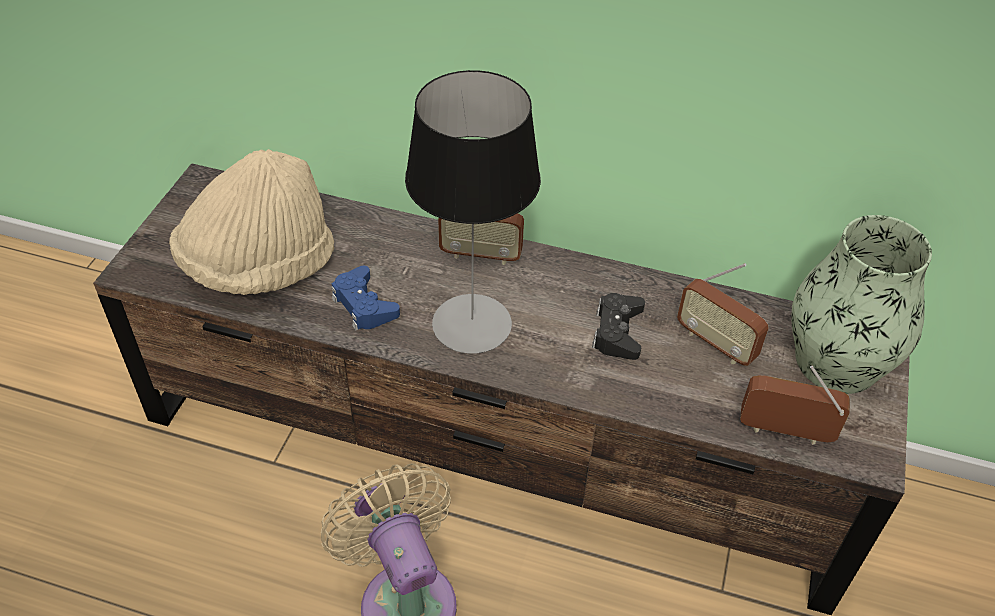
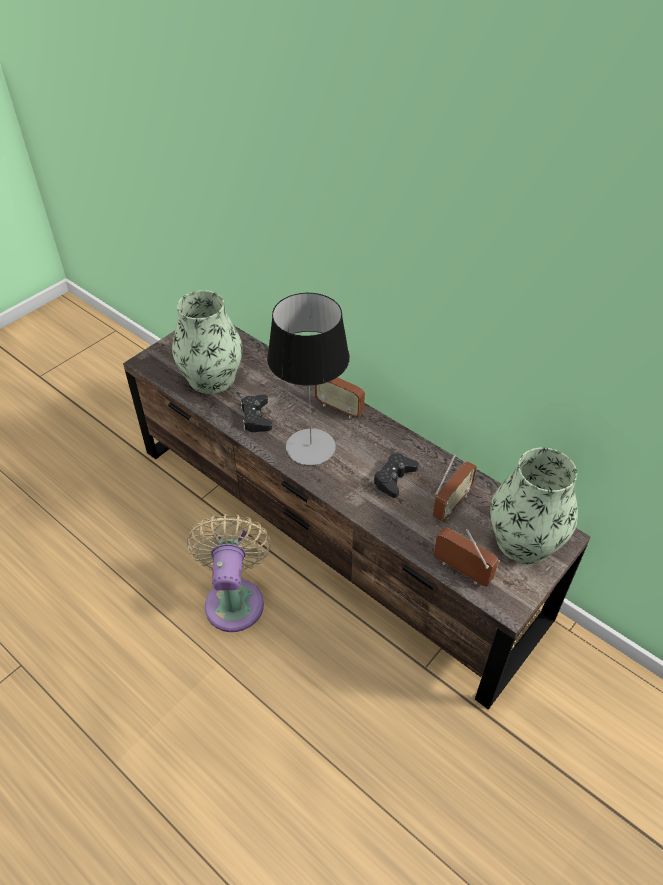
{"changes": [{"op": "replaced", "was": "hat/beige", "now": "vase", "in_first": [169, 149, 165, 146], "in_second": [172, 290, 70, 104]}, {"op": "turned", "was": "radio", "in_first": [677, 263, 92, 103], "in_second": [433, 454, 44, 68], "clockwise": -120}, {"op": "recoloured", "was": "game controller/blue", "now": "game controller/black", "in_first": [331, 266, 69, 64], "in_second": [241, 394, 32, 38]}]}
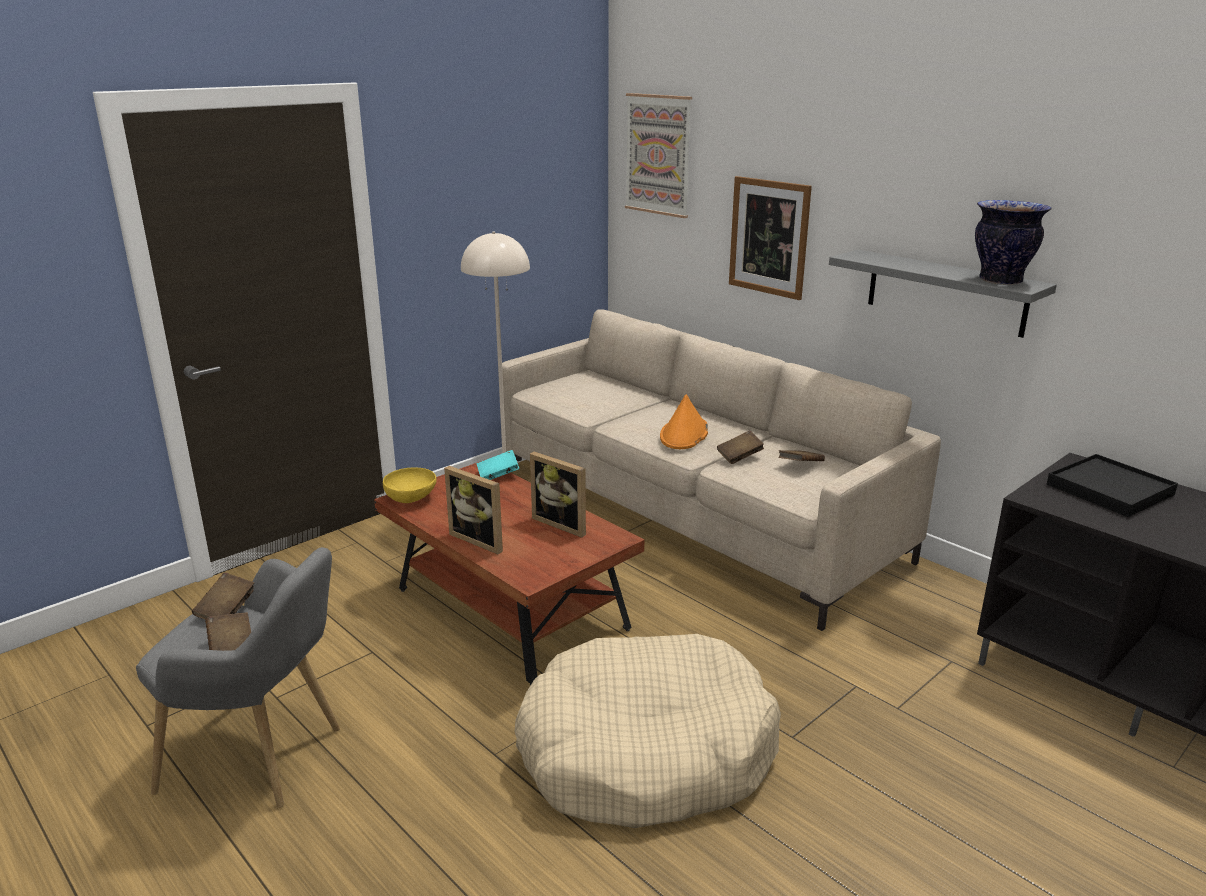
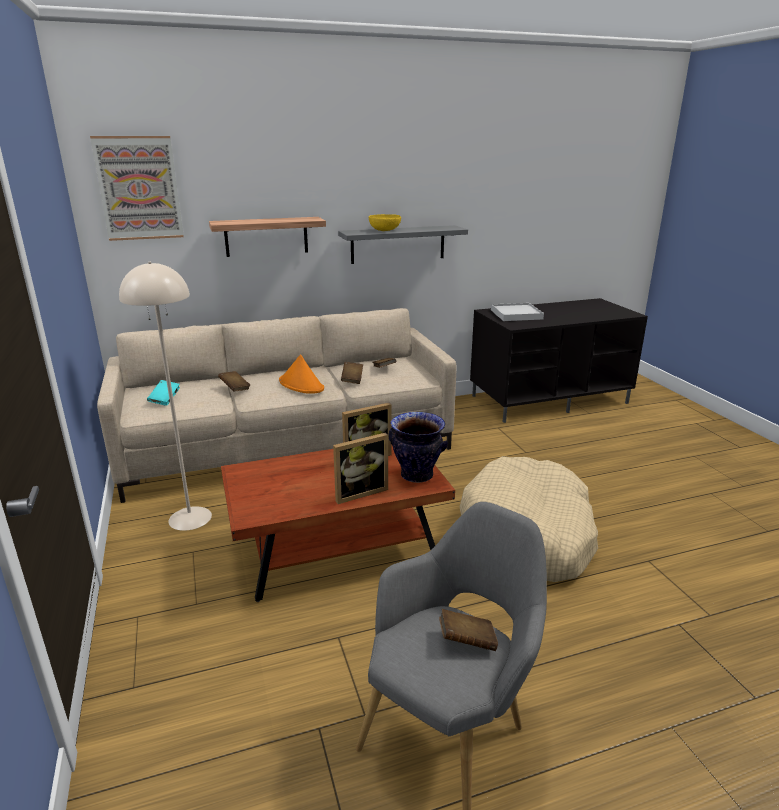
{"changes": [{"op": "replaced", "was": "picture", "now": "shelf", "in_first": [729, 176, 83, 124], "in_second": [209, 217, 117, 40]}, {"op": "moved", "was": "vase", "in_first": [975, 200, 77, 85], "in_second": [389, 412, 59, 71]}, {"op": "moved", "was": "book/turquoise", "in_first": [477, 450, 42, 30], "in_second": [147, 380, 33, 26]}, {"op": "recoloured", "was": "tray/black", "now": "tray/white", "in_first": [1047, 454, 131, 63], "in_second": [491, 303, 53, 18]}, {"op": "moved", "was": "bowl/yellow", "in_first": [383, 468, 54, 35], "in_second": [369, 214, 32, 17]}, {"op": "moved", "was": "book/brown", "in_first": [192, 573, 62, 47], "in_second": [218, 371, 32, 20]}]}
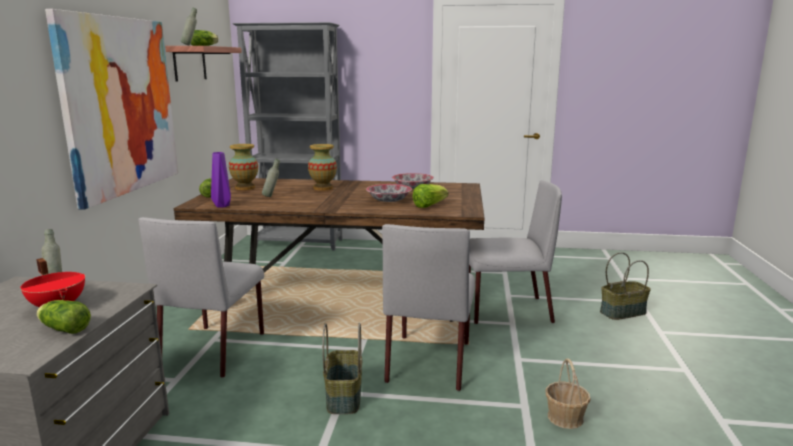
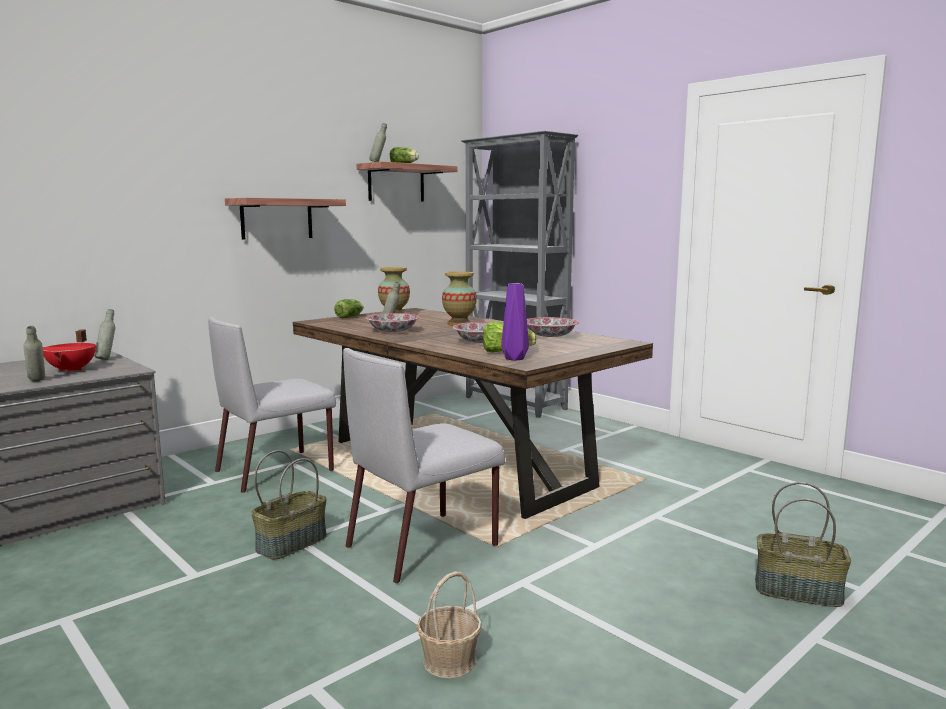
{"changes": [{"op": "replaced", "was": "picture", "now": "shelf", "in_first": [45, 9, 133, 201], "in_second": [225, 198, 121, 42]}, {"op": "moved", "was": "vase/purple", "in_first": [211, 152, 20, 55], "in_second": [501, 283, 28, 78]}, {"op": "removed", "was": "chair/grey", "in_first": [469, 180, 93, 144]}, {"op": "replaced", "was": "lettuce", "now": "bottle/grey", "in_first": [37, 300, 54, 34], "in_second": [23, 326, 22, 55]}, {"op": "added", "now": "bowl", "in_second": [366, 313, 54, 19]}]}
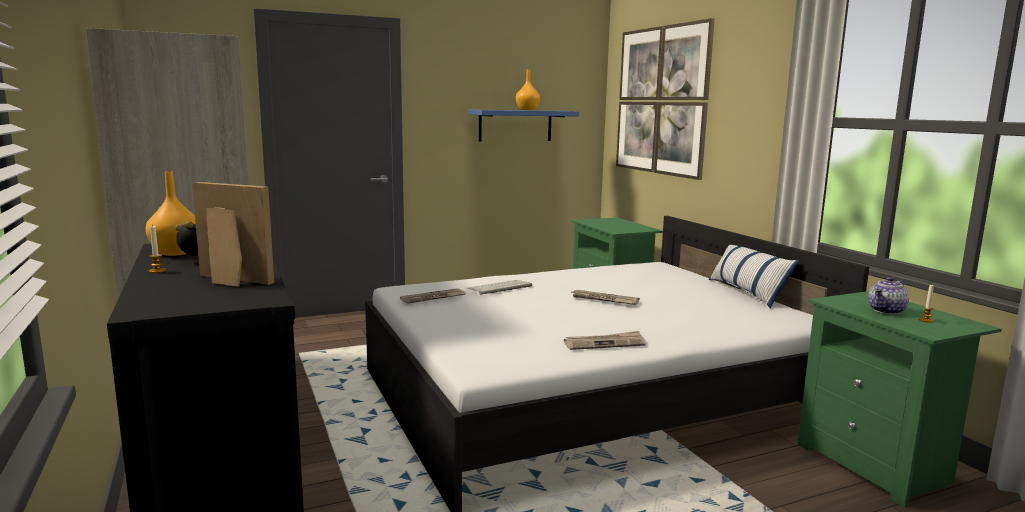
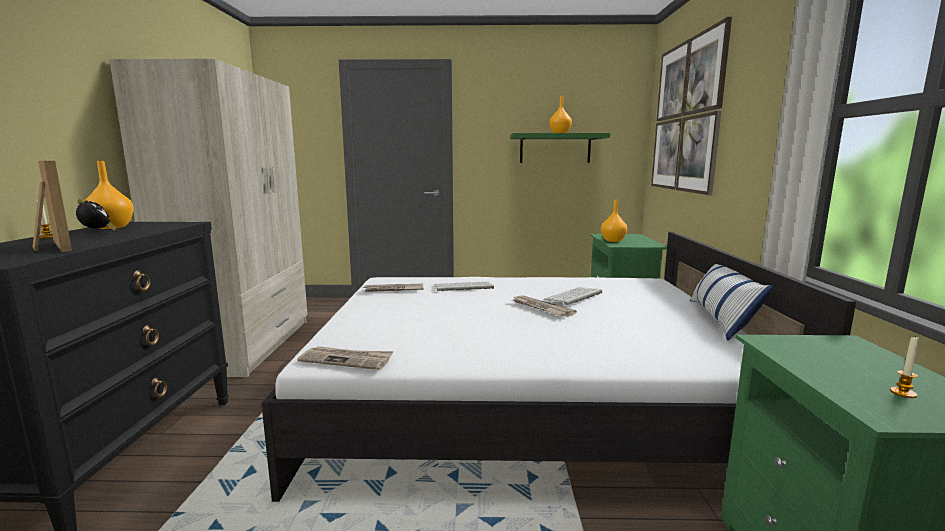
{"changes": [{"op": "recoloured", "was": "shelf/blue", "now": "shelf/green", "in_first": [468, 109, 111, 33], "in_second": [510, 133, 100, 30]}, {"op": "removed", "was": "teapot", "in_first": [868, 277, 41, 38]}, {"op": "moved", "was": "newspaper", "in_first": [564, 331, 81, 19], "in_second": [297, 346, 97, 24]}, {"op": "added", "now": "vase/orange", "in_second": [601, 199, 26, 43]}, {"op": "added", "now": "keyboard", "in_second": [544, 287, 58, 18]}]}
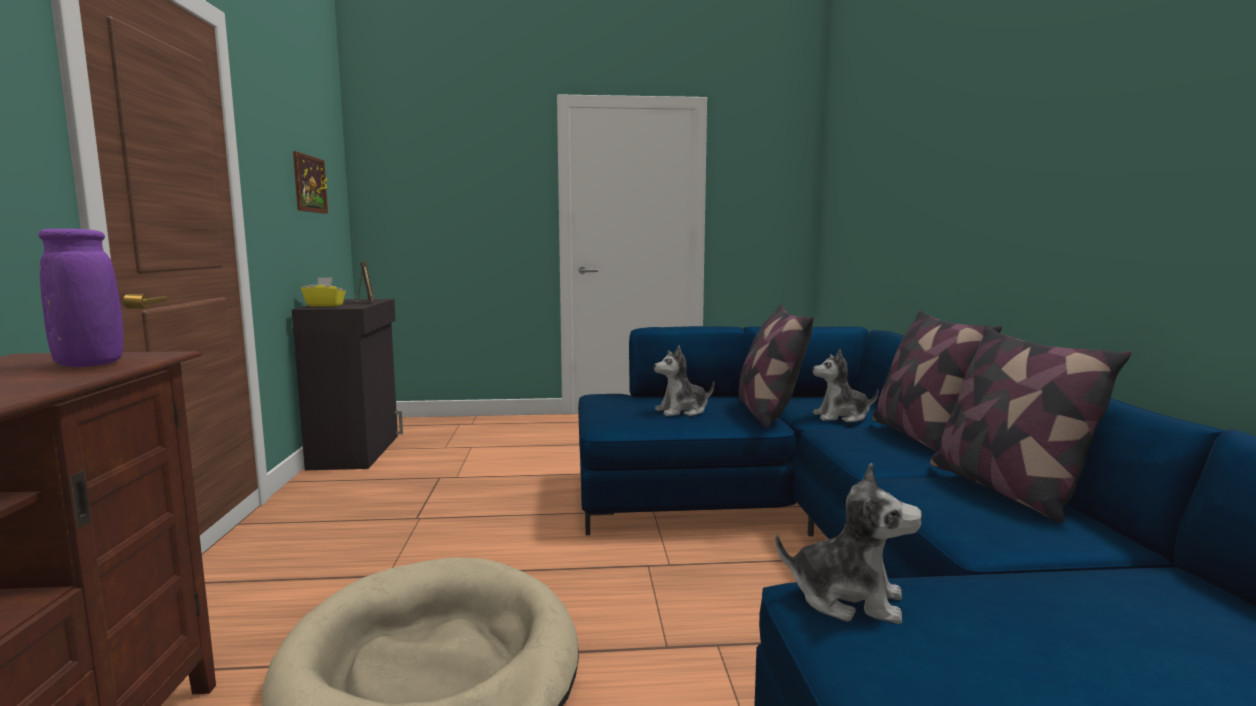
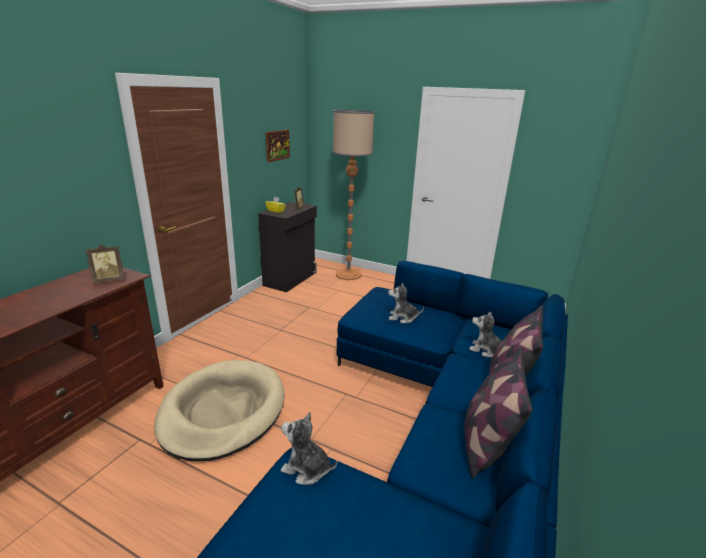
{"changes": [{"op": "replaced", "was": "vase/purple", "now": "picture frame", "in_first": [38, 229, 86, 138], "in_second": [86, 244, 39, 40]}, {"op": "removed", "was": "pillow", "in_first": [739, 304, 75, 124]}, {"op": "turned", "was": "plush toy", "in_first": [775, 463, 148, 161], "in_second": [281, 412, 56, 73], "clockwise": 150}, {"op": "added", "now": "floor lamp", "in_second": [333, 110, 42, 170]}]}
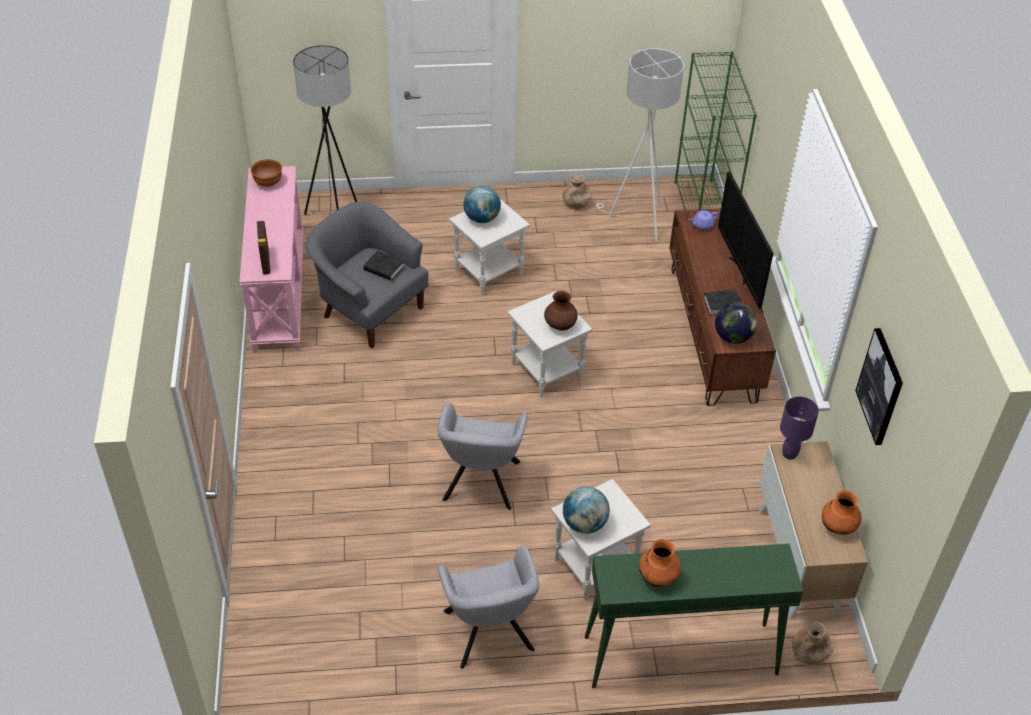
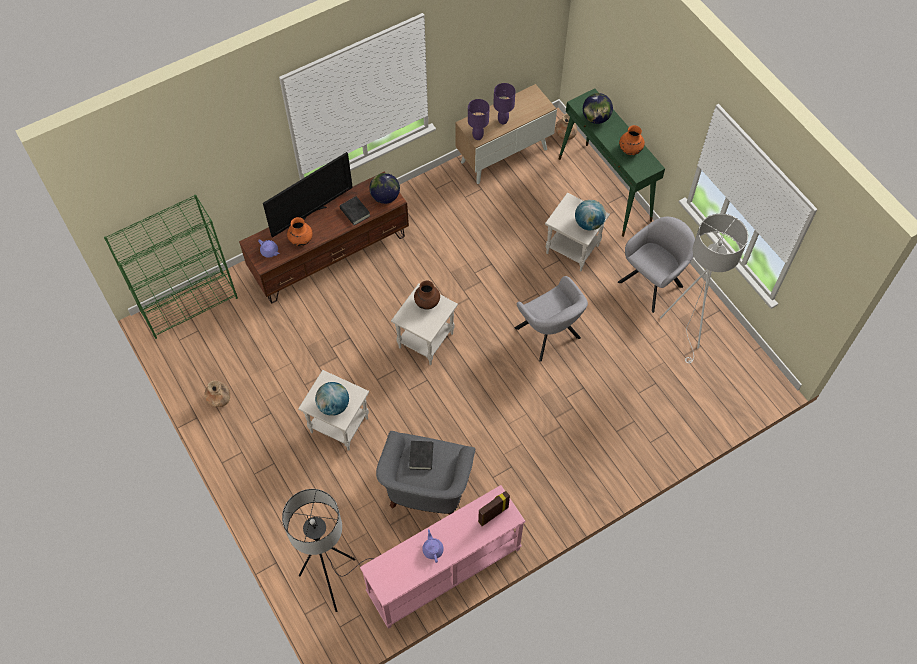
{"changes": [{"op": "moved", "was": "floor lamp/white", "in_first": [596, 48, 88, 193], "in_second": [660, 213, 88, 150]}, {"op": "removed", "was": "bowl/brown", "in_first": [250, 159, 32, 28]}, {"op": "removed", "was": "picture", "in_first": [855, 328, 48, 117]}, {"op": "turned", "was": "armchair/grey", "in_first": [438, 403, 89, 107], "in_second": [515, 276, 73, 86], "clockwise": 75}, {"op": "moved", "was": "vase/orange", "in_first": [822, 490, 40, 44], "in_second": [287, 217, 26, 29]}, {"op": "added", "now": "table lamp/purple", "in_second": [493, 83, 23, 41]}, {"op": "added", "now": "globe", "in_second": [583, 93, 30, 31]}, {"op": "added", "now": "teapot/purple", "in_second": [422, 529, 22, 34]}]}
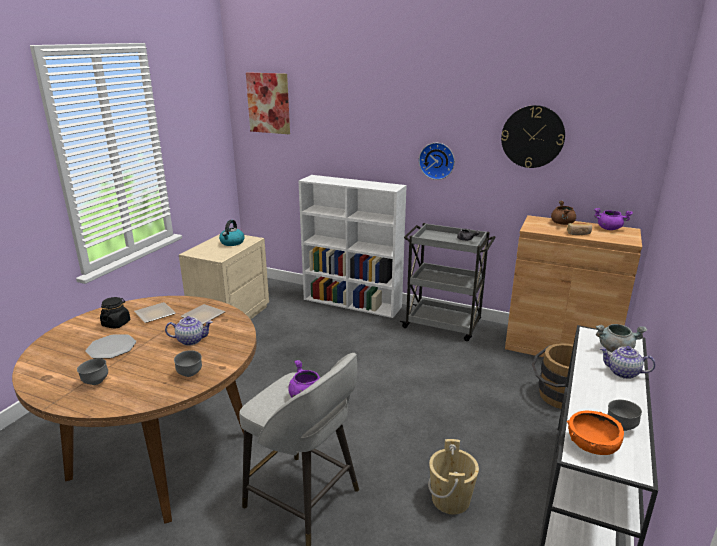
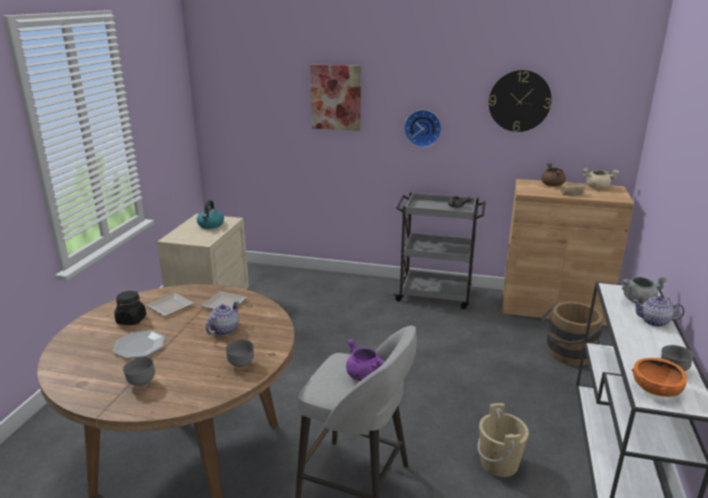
{"changes": [{"op": "moved", "was": "picture", "in_first": [246, 72, 44, 62], "in_second": [310, 64, 51, 67]}, {"op": "removed", "was": "bookcase/white", "in_first": [298, 175, 109, 143]}, {"op": "recoloured", "was": "cooking pot/purple", "now": "cooking pot/beige", "in_first": [594, 208, 39, 22], "in_second": [583, 168, 36, 21]}, {"op": "turned", "was": "teapot", "in_first": [165, 316, 47, 30], "in_second": [206, 301, 33, 35], "clockwise": -45}]}
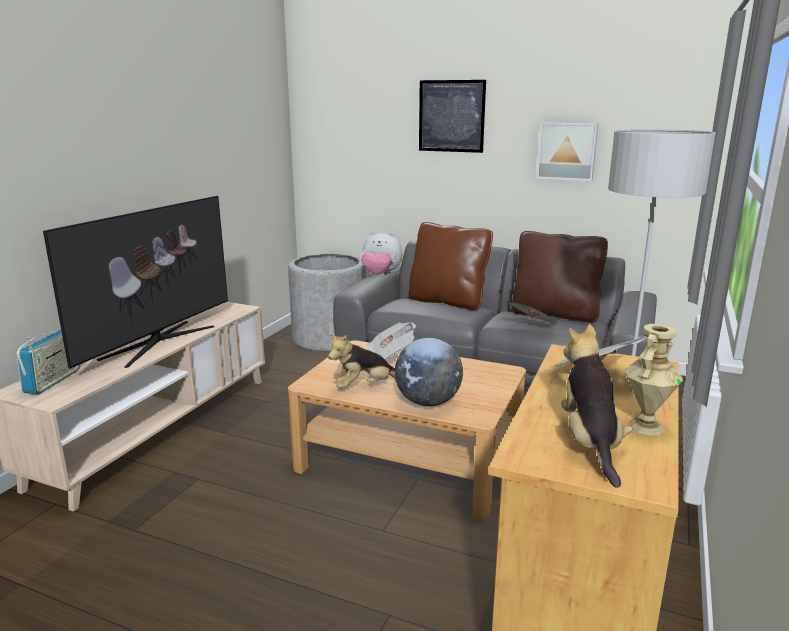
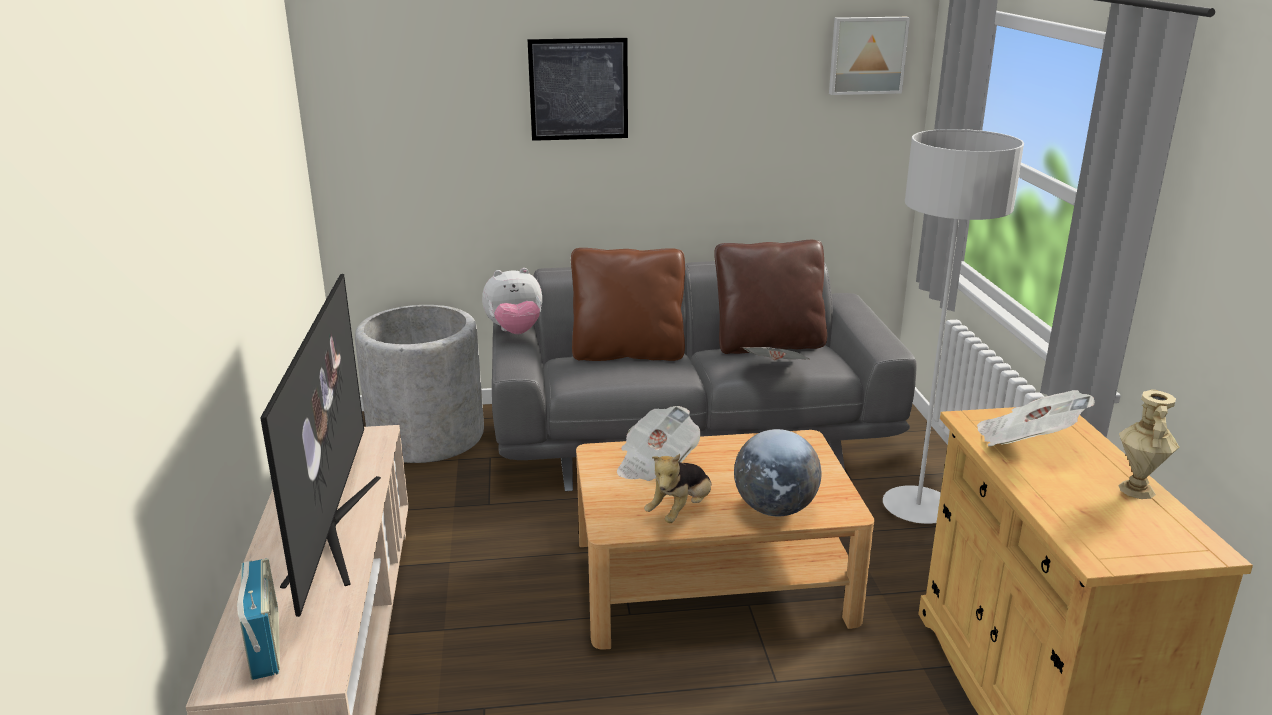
{"changes": [{"op": "moved", "was": "picture", "in_first": [536, 122, 62, 59], "in_second": [829, 17, 81, 78]}, {"op": "removed", "was": "plush toy", "in_first": [561, 324, 72, 164]}]}
